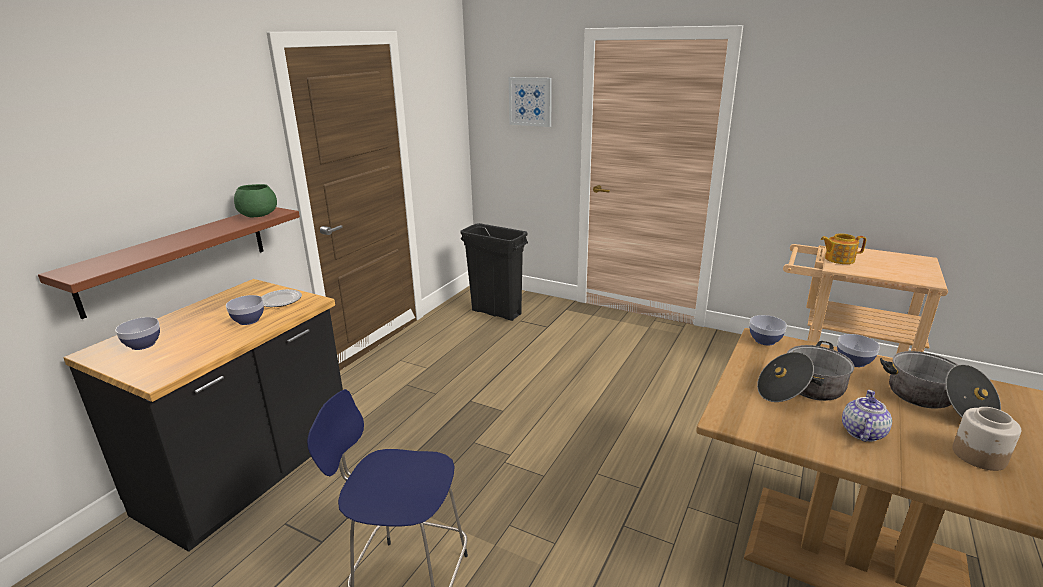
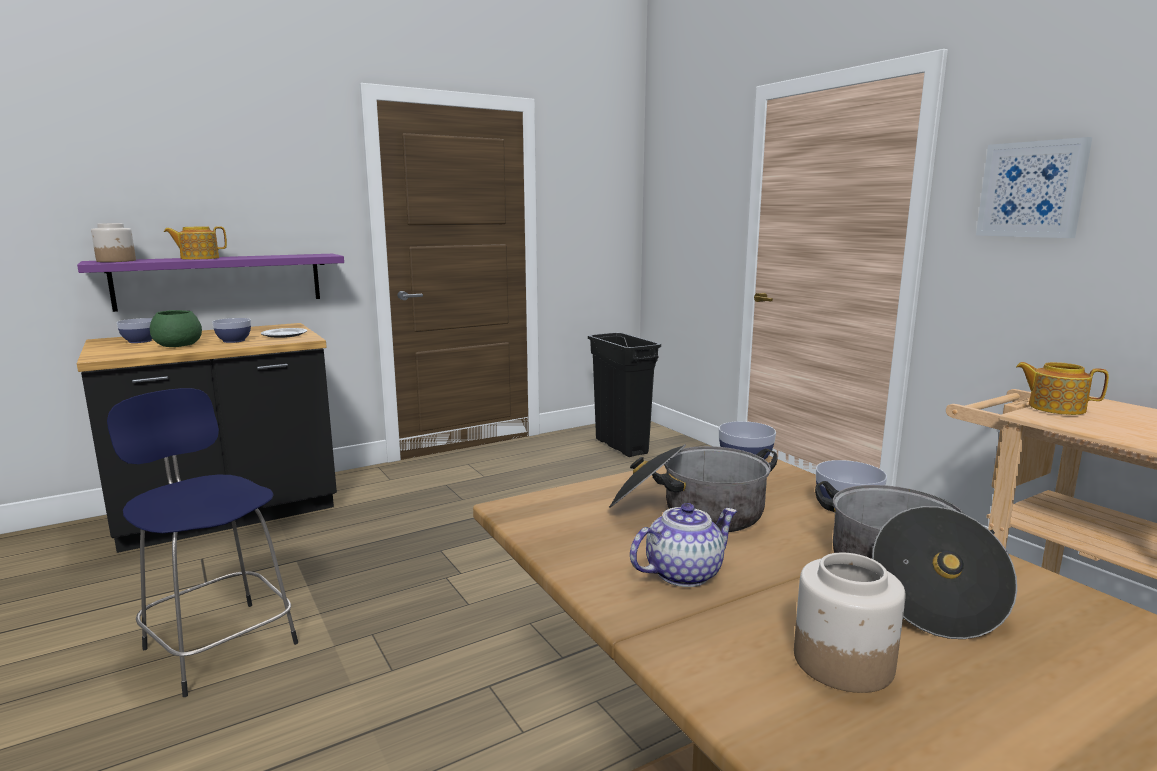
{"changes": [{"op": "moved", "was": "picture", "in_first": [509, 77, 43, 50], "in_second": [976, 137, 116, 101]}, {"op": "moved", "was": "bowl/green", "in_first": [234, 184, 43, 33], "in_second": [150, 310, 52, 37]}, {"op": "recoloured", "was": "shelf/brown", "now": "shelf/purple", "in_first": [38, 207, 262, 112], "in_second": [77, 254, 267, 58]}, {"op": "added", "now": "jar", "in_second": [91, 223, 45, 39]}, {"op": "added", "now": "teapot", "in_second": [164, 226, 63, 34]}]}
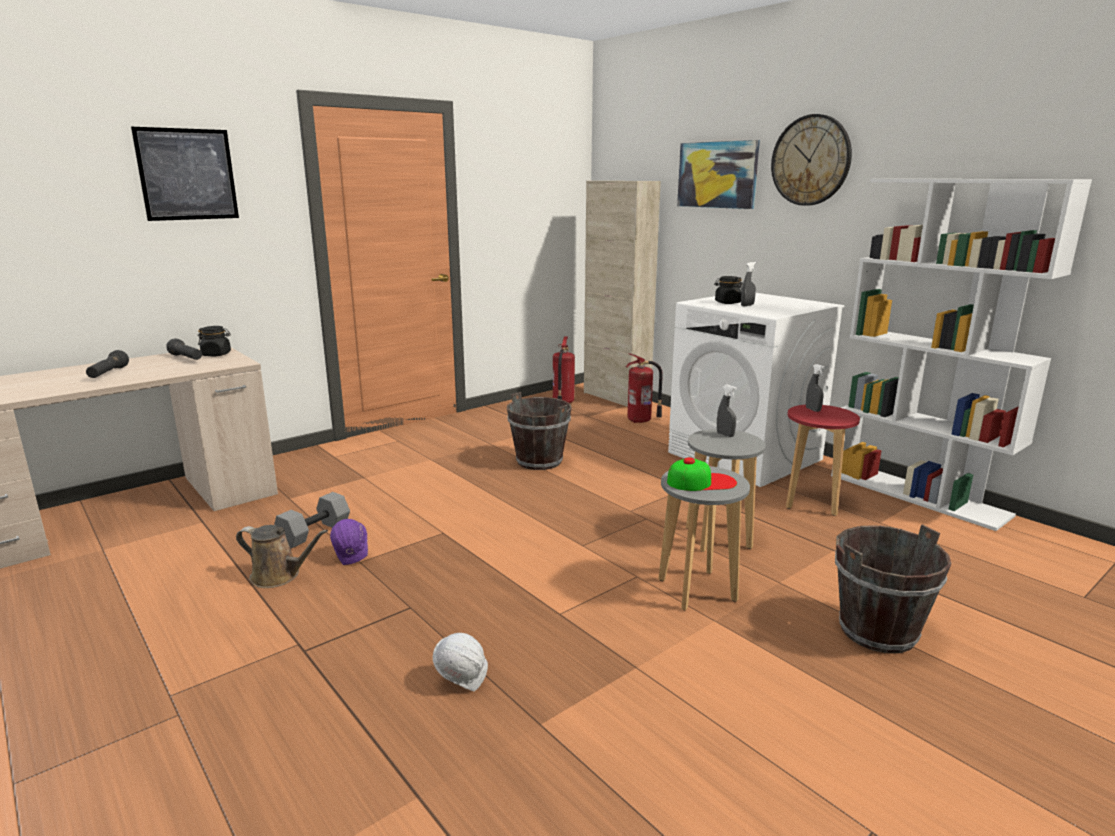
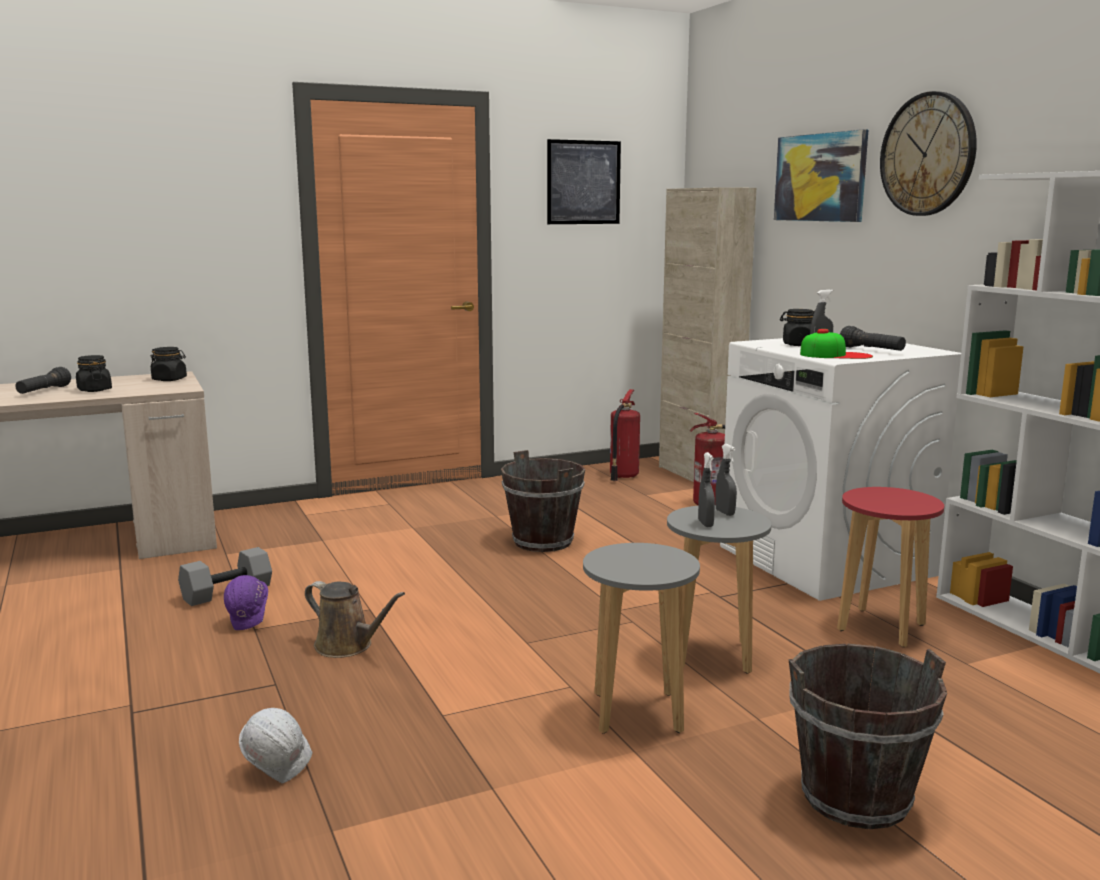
{"changes": [{"op": "moved", "was": "picture", "in_first": [131, 127, 108, 94], "in_second": [547, 139, 74, 85]}, {"op": "moved", "was": "flashlight/black", "in_first": [166, 339, 36, 21], "in_second": [840, 326, 66, 25]}, {"op": "moved", "was": "spray bottle/grey", "in_first": [806, 364, 19, 48], "in_second": [698, 452, 17, 75]}, {"op": "moved", "was": "cap", "in_first": [667, 457, 70, 34], "in_second": [800, 329, 73, 30]}, {"op": "moved", "was": "watering can/brown", "in_first": [236, 525, 92, 63], "in_second": [305, 581, 100, 77]}, {"op": "added", "now": "jar/black", "in_second": [76, 355, 36, 37]}]}
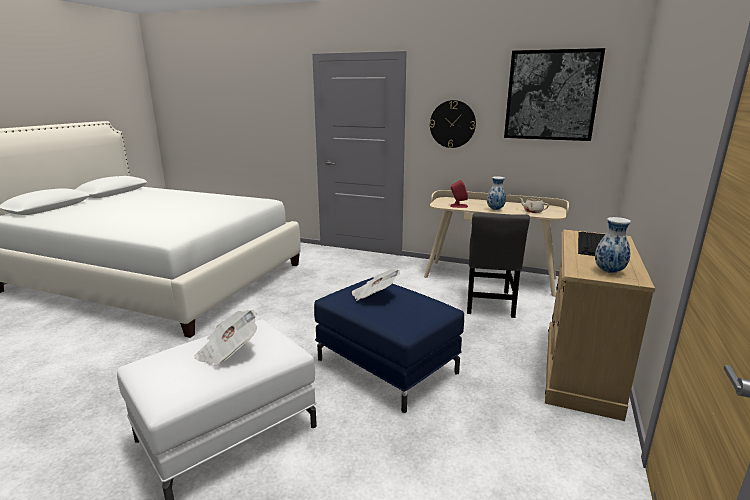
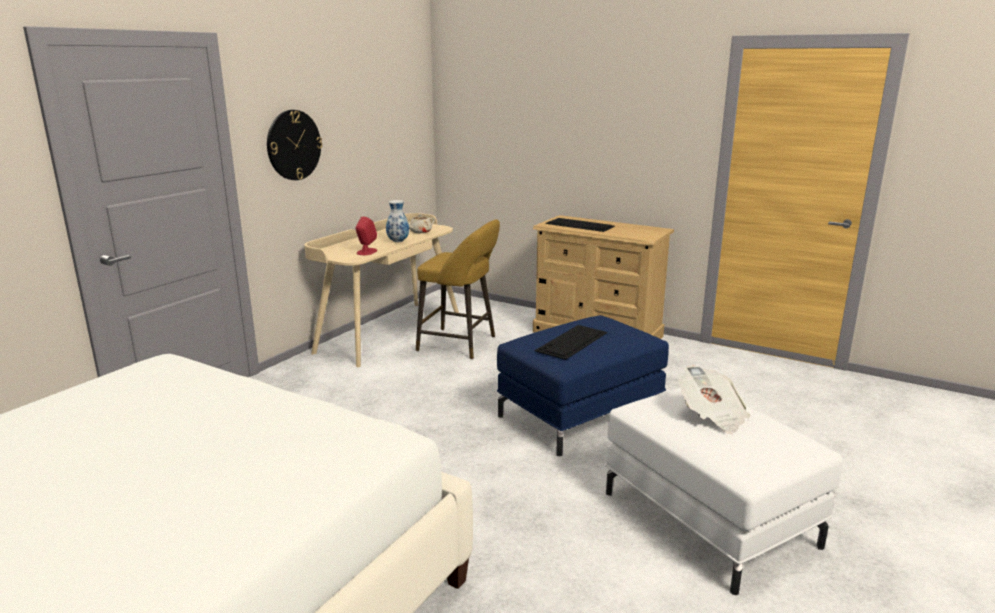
{"changes": [{"op": "removed", "was": "picture", "in_first": [504, 48, 101, 93]}, {"op": "replaced", "was": "chair/grey", "now": "stool/yellow", "in_first": [467, 212, 63, 106], "in_second": [416, 219, 84, 140]}, {"op": "removed", "was": "vase", "in_first": [595, 217, 36, 56]}, {"op": "replaced", "was": "newspaper", "now": "keyboard", "in_first": [351, 269, 49, 32], "in_second": [535, 325, 73, 35]}]}
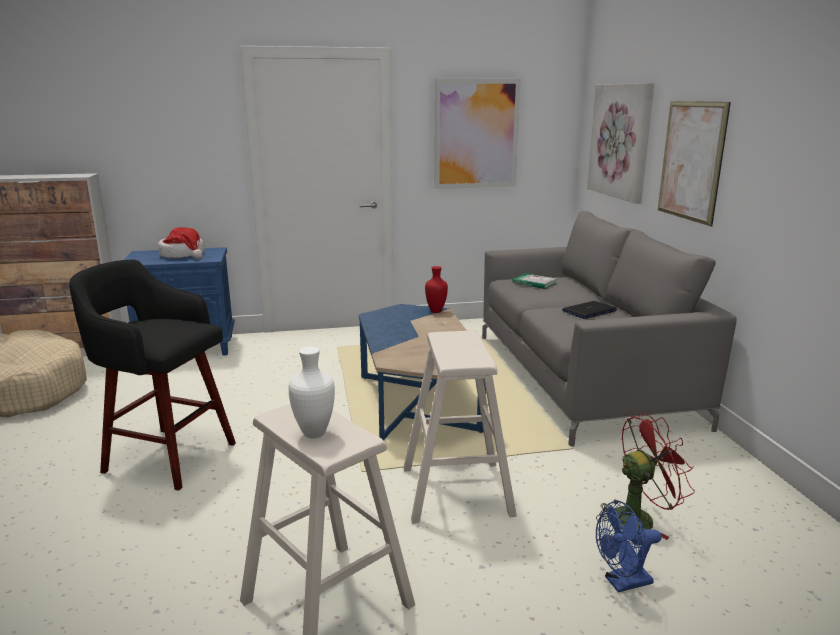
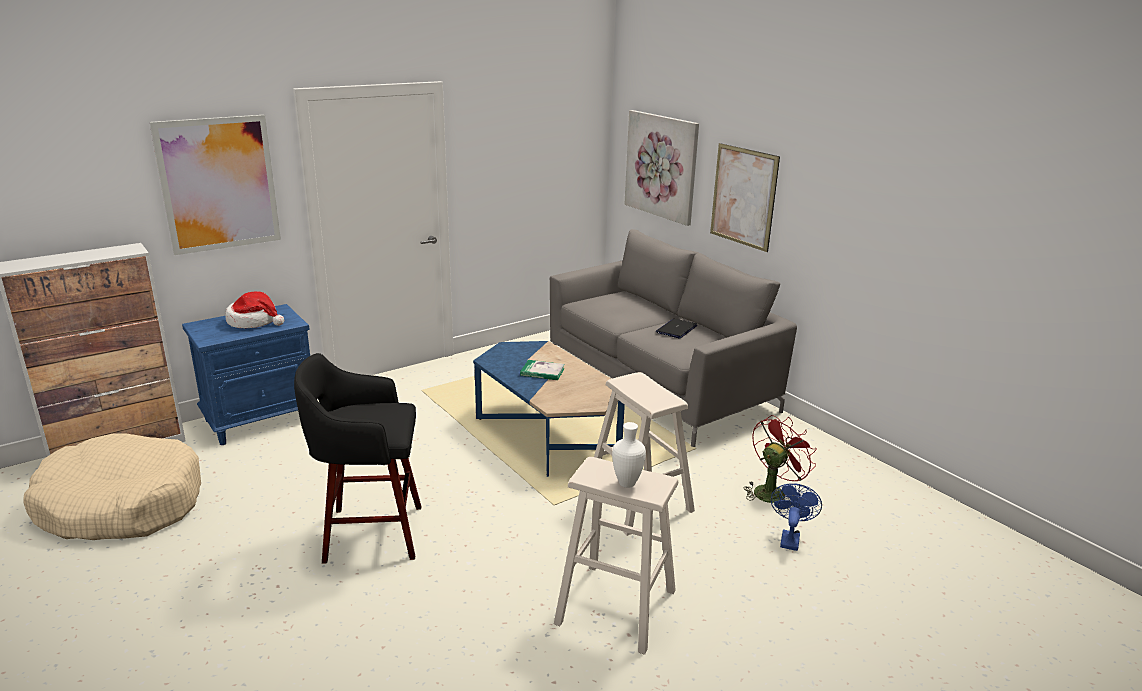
{"changes": [{"op": "moved", "was": "picture", "in_first": [434, 78, 87, 111], "in_second": [150, 115, 131, 140]}, {"op": "removed", "was": "vase/red", "in_first": [425, 266, 23, 47]}, {"op": "moved", "was": "book", "in_first": [512, 273, 45, 16], "in_second": [520, 360, 45, 20]}, {"op": "turned", "was": "fan/blue", "in_first": [596, 501, 66, 92], "in_second": [771, 483, 51, 68], "clockwise": 150}]}
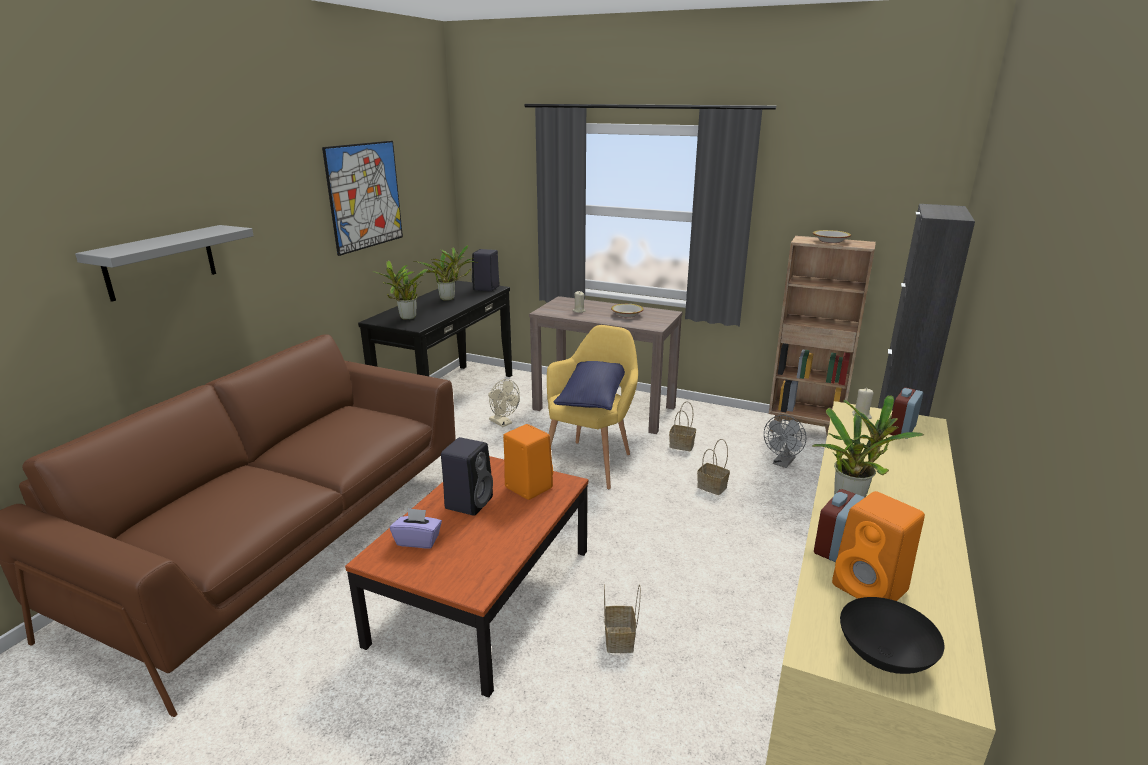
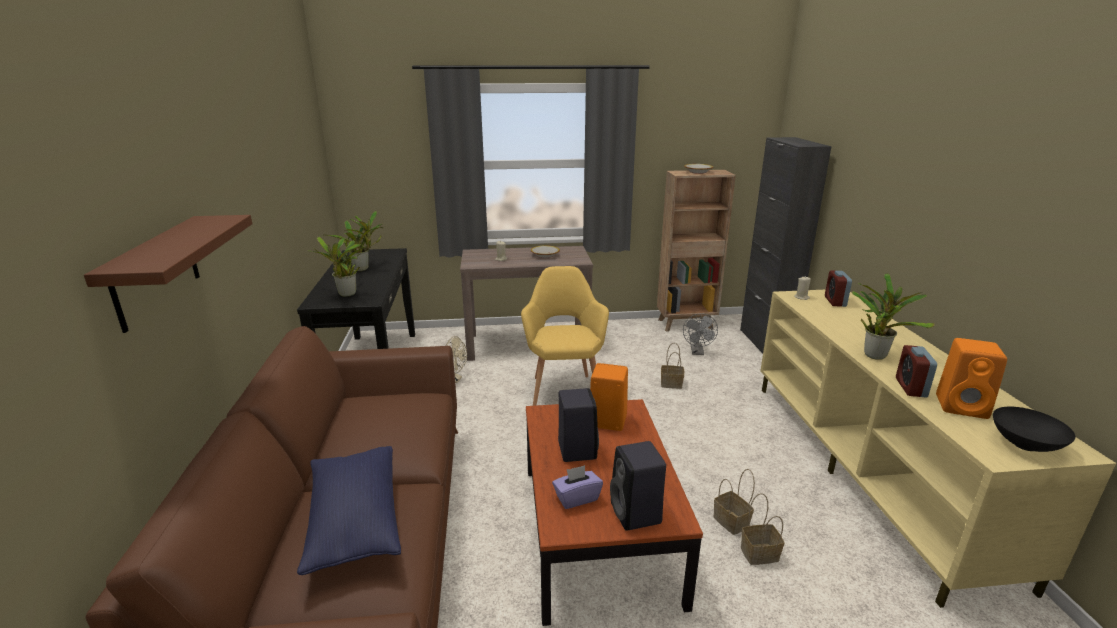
{"changes": [{"op": "removed", "was": "picture", "in_first": [322, 141, 81, 115]}, {"op": "recoloured", "was": "shelf/grey", "now": "shelf/brown", "in_first": [75, 225, 179, 77], "in_second": [84, 215, 168, 118]}, {"op": "moved", "was": "speaker/black", "in_first": [472, 249, 28, 43], "in_second": [610, 441, 56, 90]}, {"op": "moved", "was": "pillow/blue", "in_first": [554, 361, 71, 49], "in_second": [297, 446, 104, 129]}, {"op": "moved", "was": "basket", "in_first": [669, 401, 27, 50], "in_second": [741, 493, 44, 72]}]}
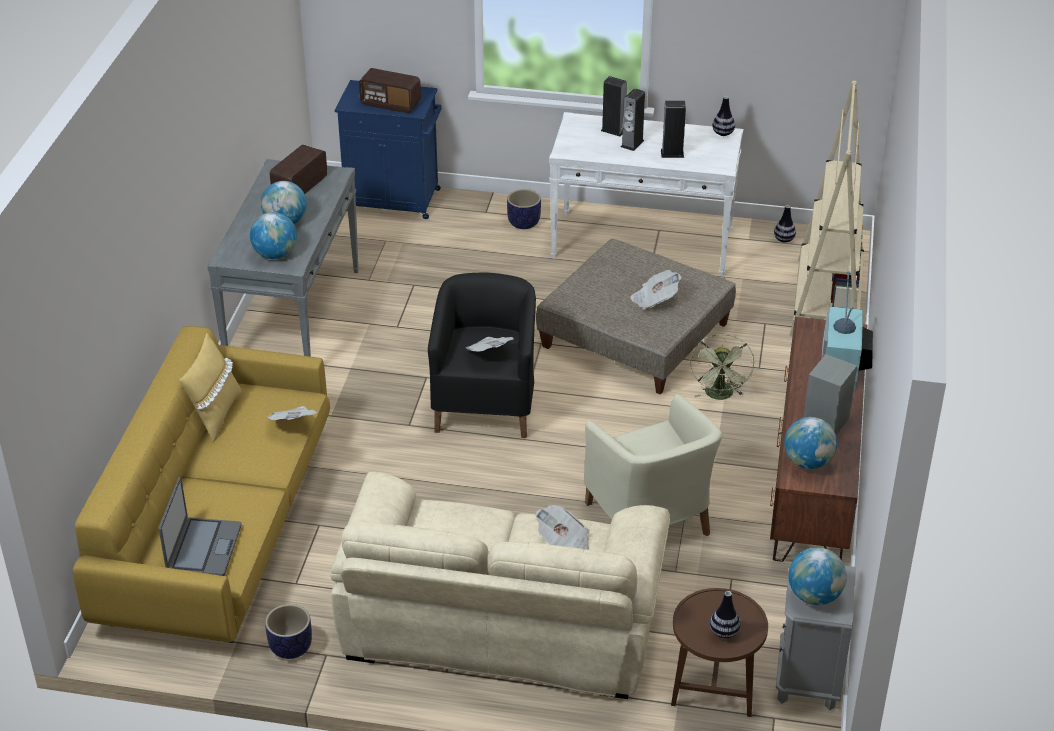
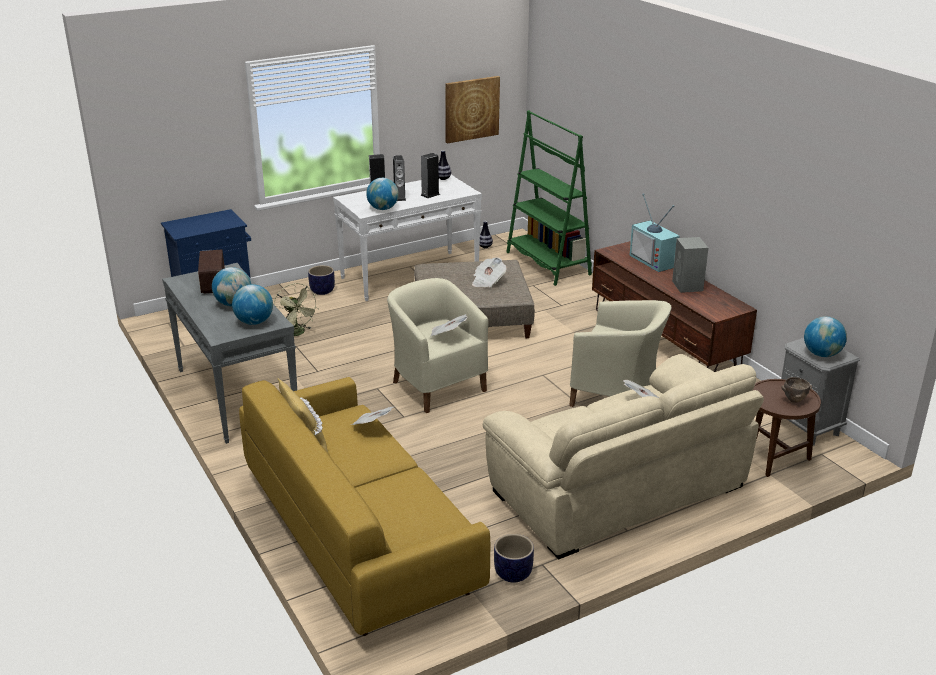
{"changes": [{"op": "removed", "was": "radio", "in_first": [359, 68, 62, 45]}, {"op": "recoloured", "was": "bookcase/beige", "now": "bookcase/green", "in_first": [790, 81, 74, 256], "in_second": [506, 110, 86, 176]}, {"op": "recoloured", "was": "armchair/black", "now": "armchair/beige", "in_first": [428, 273, 108, 165], "in_second": [387, 278, 101, 135]}, {"op": "moved", "was": "fan/green", "in_first": [690, 334, 64, 66], "in_second": [274, 283, 45, 53]}, {"op": "moved", "was": "globe", "in_first": [784, 417, 53, 52], "in_second": [366, 178, 33, 32]}, {"op": "removed", "was": "laptop", "in_first": [159, 477, 83, 99]}, {"op": "replaced", "was": "vase", "now": "bowl/brown", "in_first": [710, 591, 30, 47], "in_second": [781, 377, 31, 26]}, {"op": "added", "now": "picture", "in_second": [445, 76, 55, 67]}]}
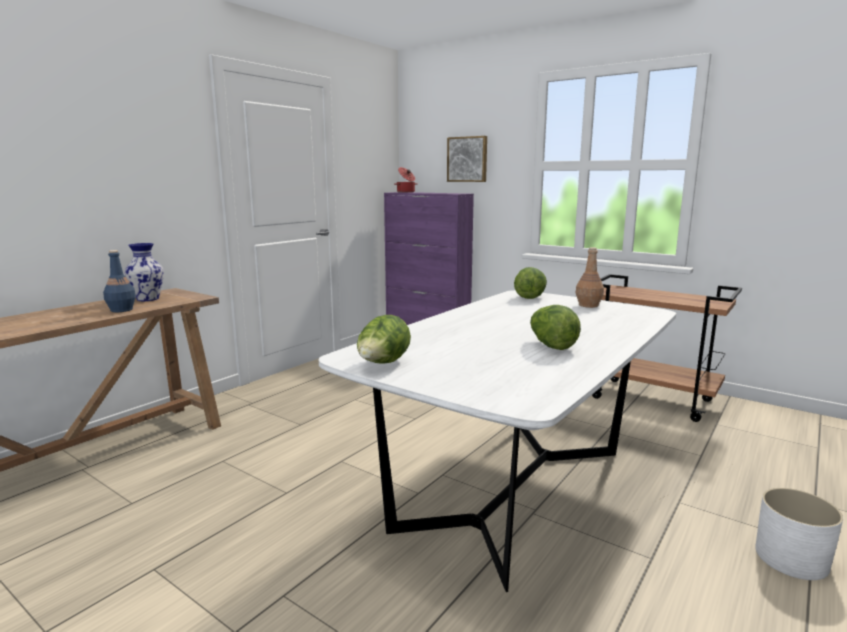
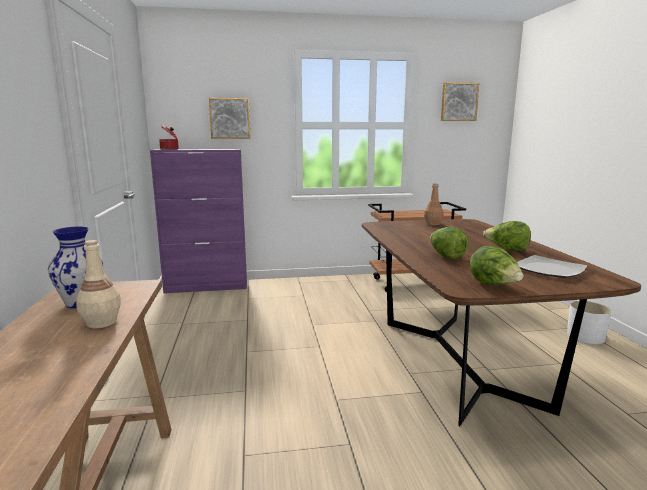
{"changes": [{"op": "recoloured", "was": "bottle/blue", "now": "bottle/beige", "in_first": [103, 250, 33, 62], "in_second": [76, 240, 45, 88]}, {"op": "moved", "was": "lettuce", "in_first": [514, 267, 33, 32], "in_second": [430, 227, 38, 32]}, {"op": "recoloured", "was": "dining table/white", "now": "dining table/brown", "in_first": [319, 290, 357, 302], "in_second": [362, 219, 279, 207]}, {"op": "added", "now": "picture", "in_second": [441, 82, 38, 39]}, {"op": "added", "now": "plate", "in_second": [517, 255, 71, 23]}]}
